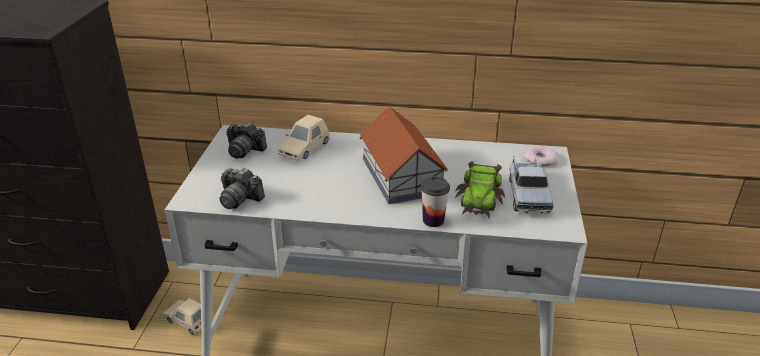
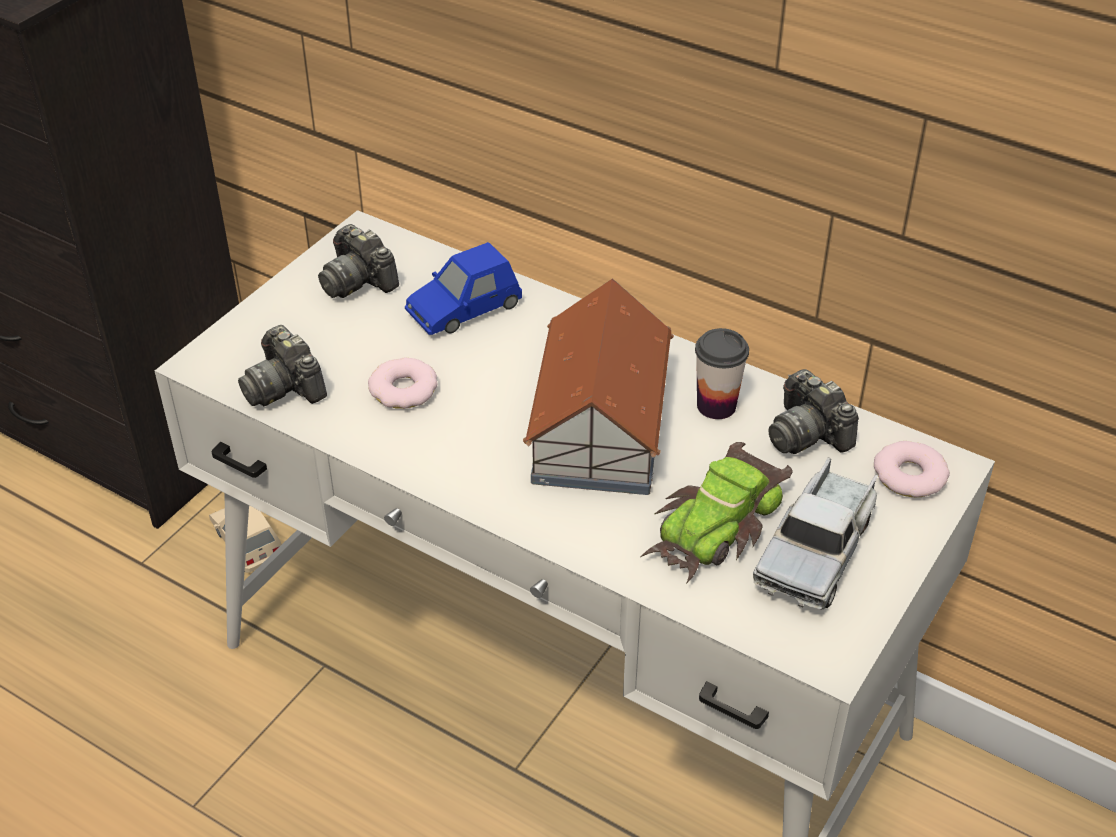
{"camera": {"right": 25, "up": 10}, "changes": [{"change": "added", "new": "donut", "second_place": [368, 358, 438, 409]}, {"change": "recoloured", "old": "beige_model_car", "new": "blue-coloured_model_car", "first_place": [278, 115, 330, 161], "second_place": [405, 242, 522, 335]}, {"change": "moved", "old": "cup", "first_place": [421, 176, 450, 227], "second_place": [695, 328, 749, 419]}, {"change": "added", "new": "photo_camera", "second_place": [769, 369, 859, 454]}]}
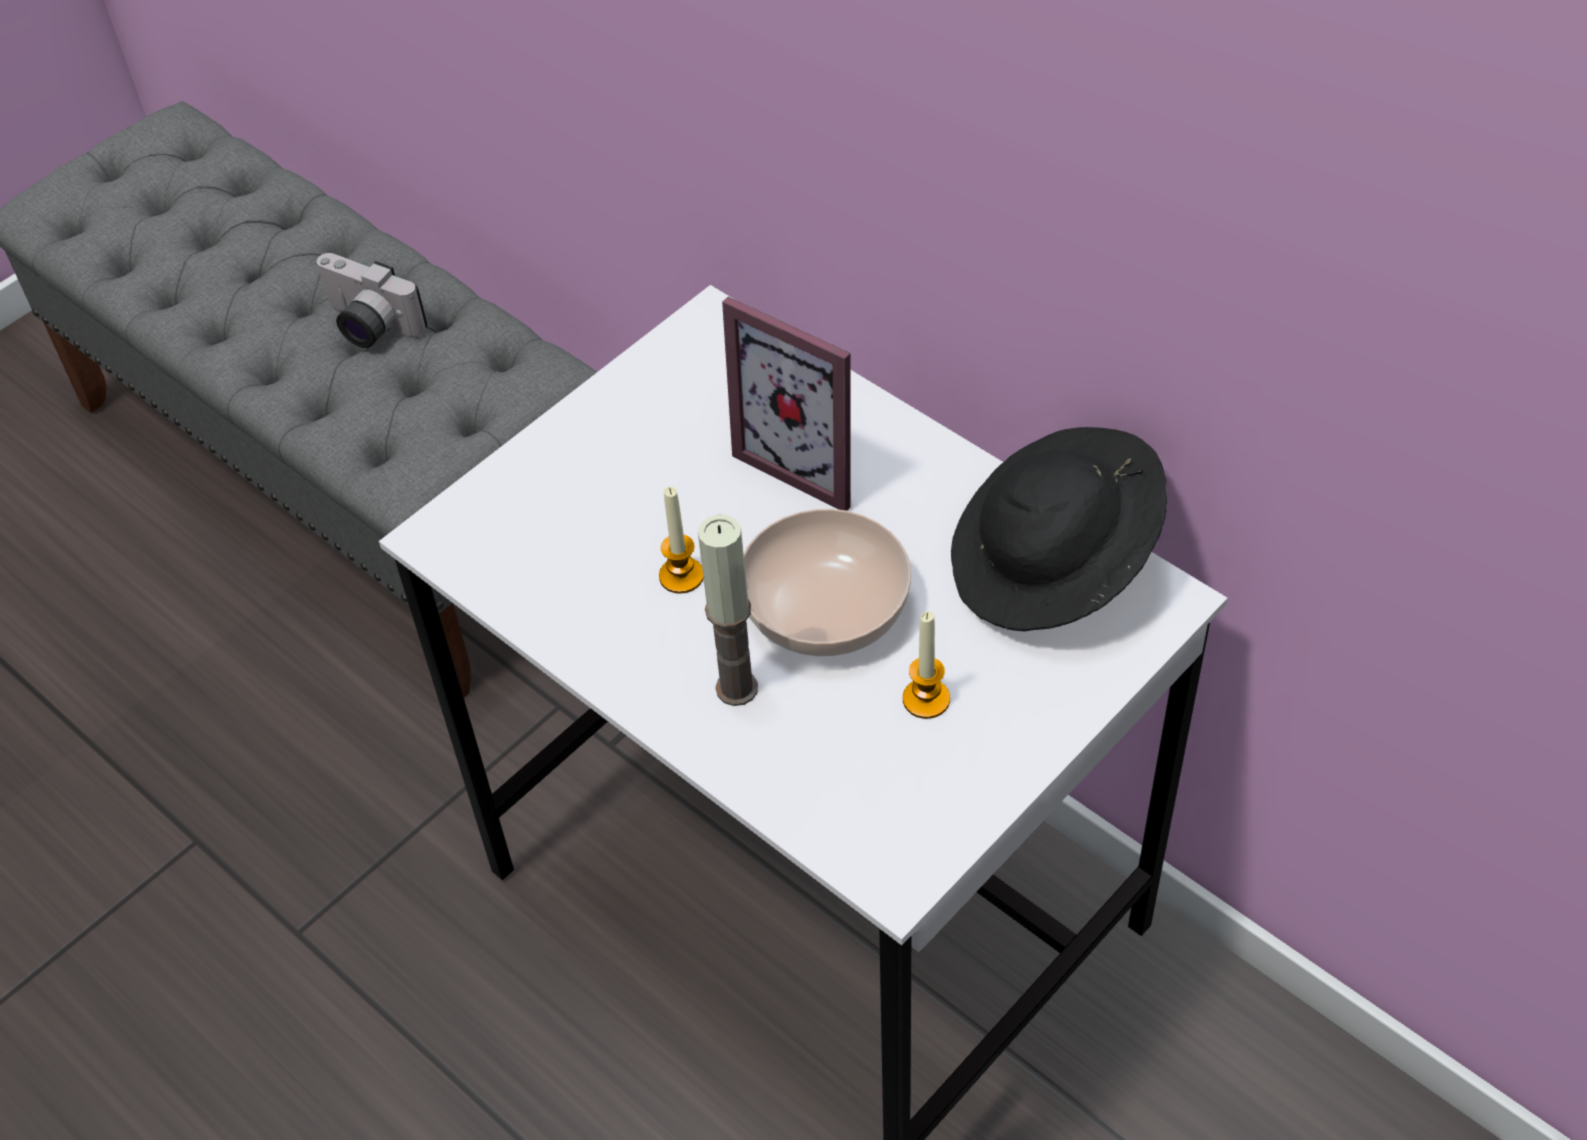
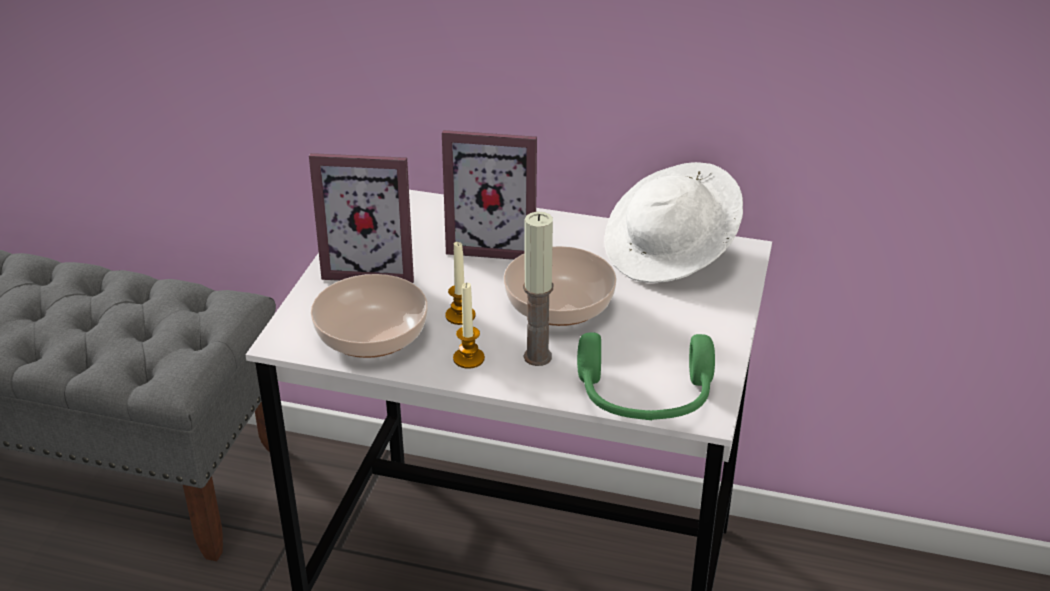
{"camera": {"right": -30, "up": -15}, "changes": [{"change": "added", "new": "photo_frame", "second_place": [309, 153, 414, 283]}, {"change": "added", "new": "bowl", "second_place": [310, 274, 428, 358]}, {"change": "moved", "old": "wax_light", "first_place": [903, 611, 950, 719], "second_place": [453, 283, 485, 369]}, {"change": "added", "new": "green-coloured_pair_of_headphones", "second_place": [577, 332, 715, 420]}, {"change": "recoloured", "old": "black_hat", "new": "white_hat", "first_place": [951, 427, 1167, 631], "second_place": [604, 162, 743, 283]}, {"change": "removed", "old": "photo_camera", "first_place": [315, 253, 428, 348]}]}
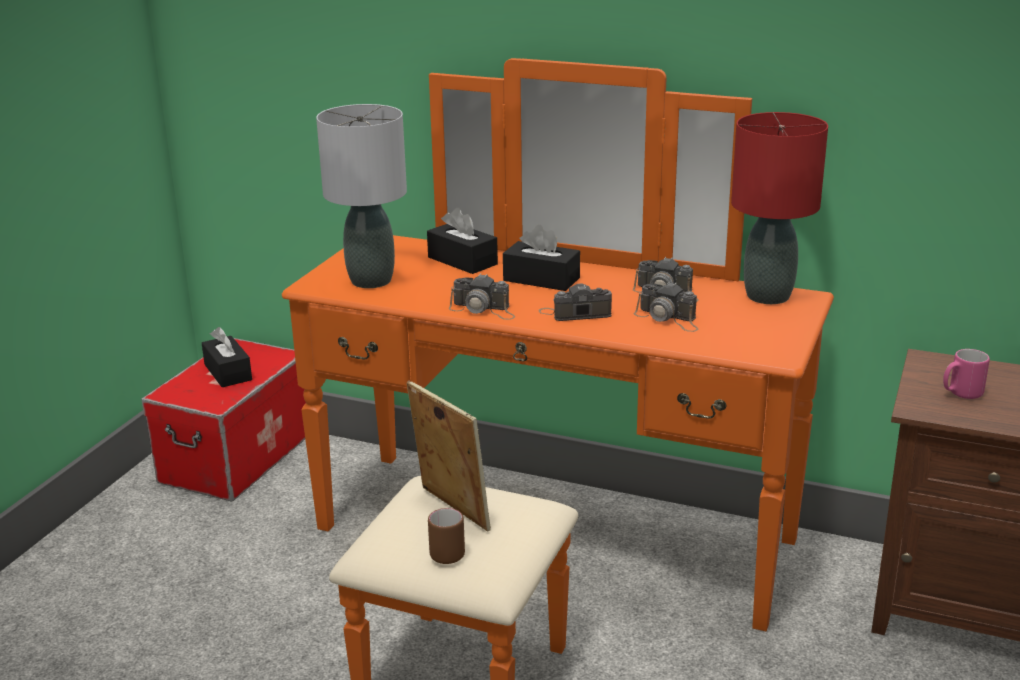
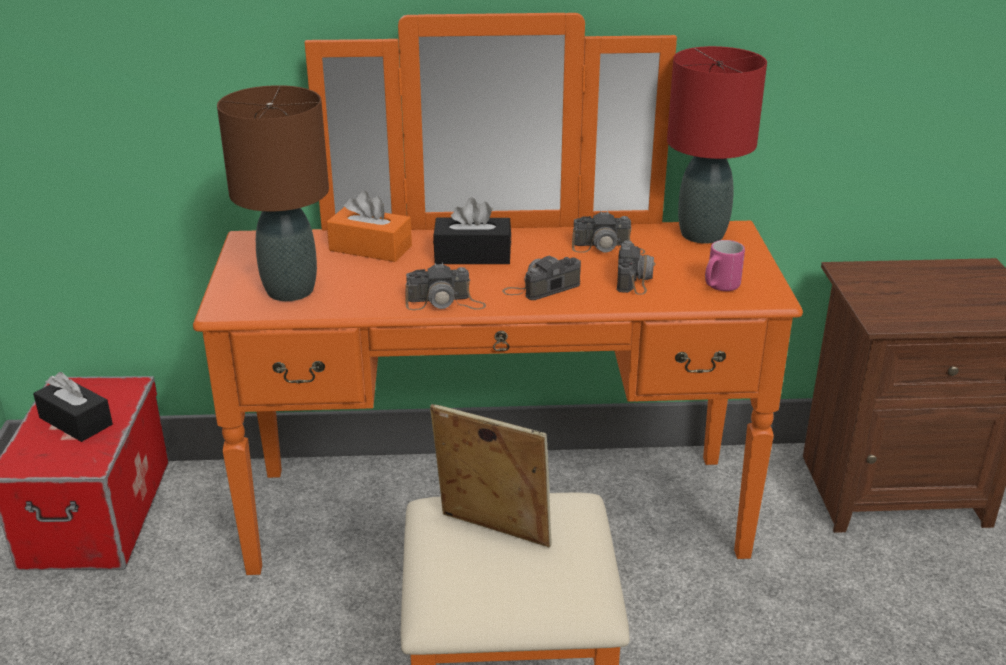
{"camera": {"right": -25, "up": 5}, "changes": [{"change": "recoloured", "old": "greyish_table_lamp", "new": "brown_table_lamp", "first_place": [316, 104, 407, 288], "second_place": [217, 85, 329, 301]}, {"change": "recoloured", "old": "black_tissue_holder", "new": "orange-coloured_tissue_holder", "first_place": [427, 208, 498, 274], "second_place": [327, 191, 412, 262]}, {"change": "turned", "old": "photo_camera", "first_place": [634, 281, 698, 332], "second_place": [617, 240, 656, 295], "degrees": -90}, {"change": "moved", "old": "pinkish_mug", "first_place": [943, 349, 990, 399], "second_place": [705, 240, 745, 291]}, {"change": "removed", "old": "brown_mug", "first_place": [428, 508, 465, 564]}]}
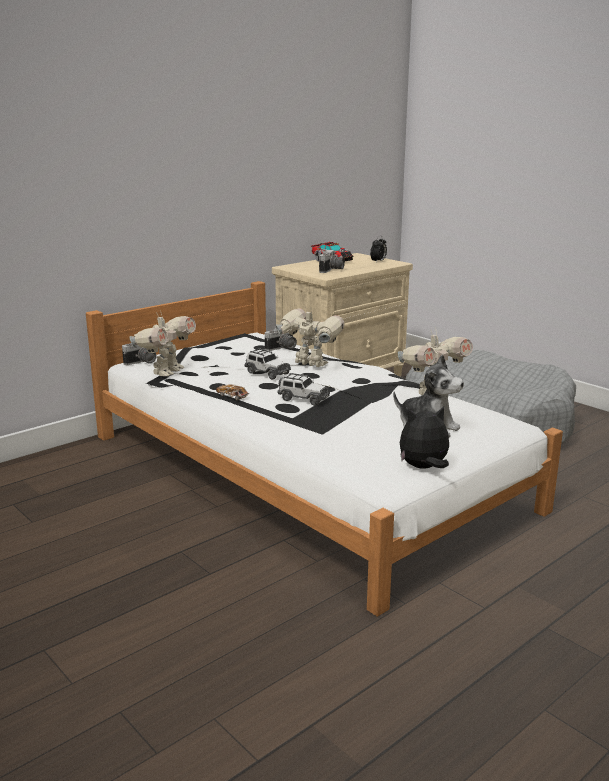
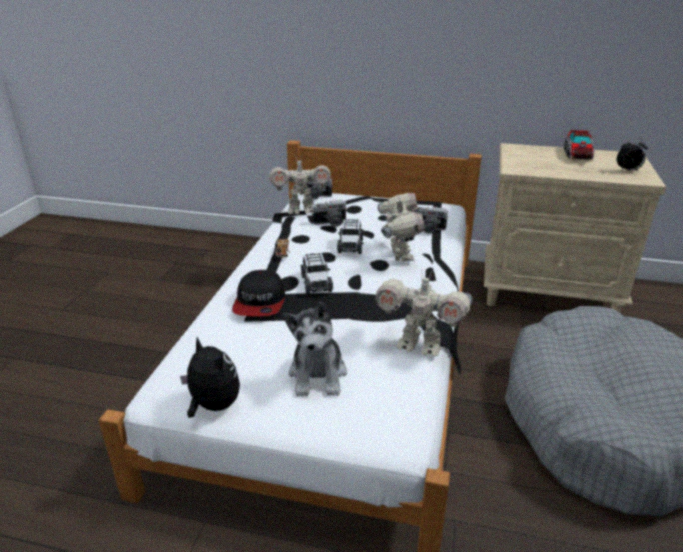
{"camera": {"right": 55, "up": 10}, "changes": [{"change": "added", "new": "peaked_cap", "second_place": [232, 270, 285, 316]}, {"change": "moved", "old": "photo_camera", "first_place": [319, 250, 345, 273], "second_place": [312, 200, 348, 227]}]}
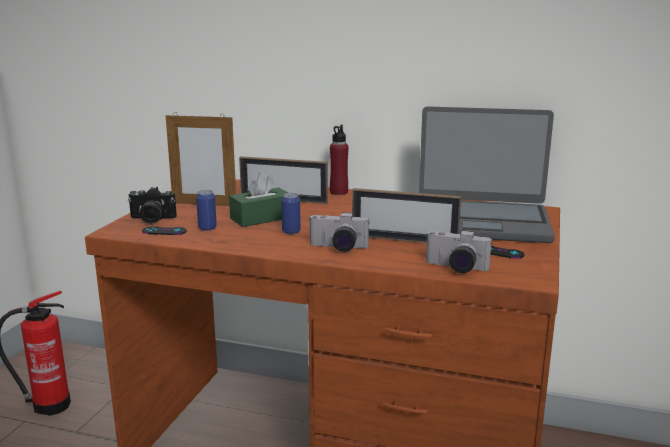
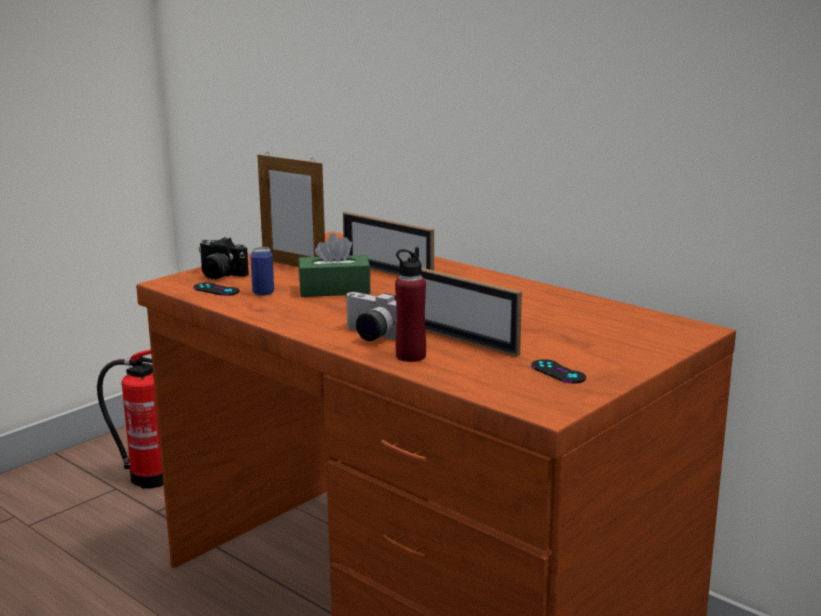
{"camera": {"right": 25, "up": 0}, "changes": [{"change": "moved", "old": "red-coloured_beverage_bottle", "first_place": [330, 125, 348, 195], "second_place": [395, 247, 426, 362]}, {"change": "removed", "old": "sealed_can", "first_place": [281, 193, 301, 234]}, {"change": "removed", "old": "laptop", "first_place": [419, 106, 555, 243]}, {"change": "removed", "old": "photo_camera", "first_place": [426, 230, 492, 273]}]}
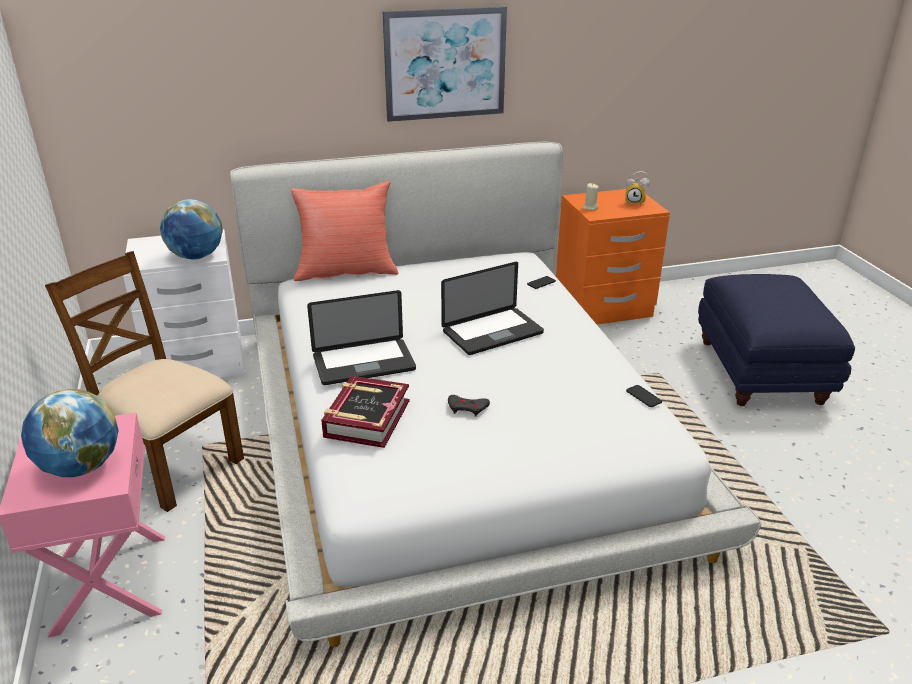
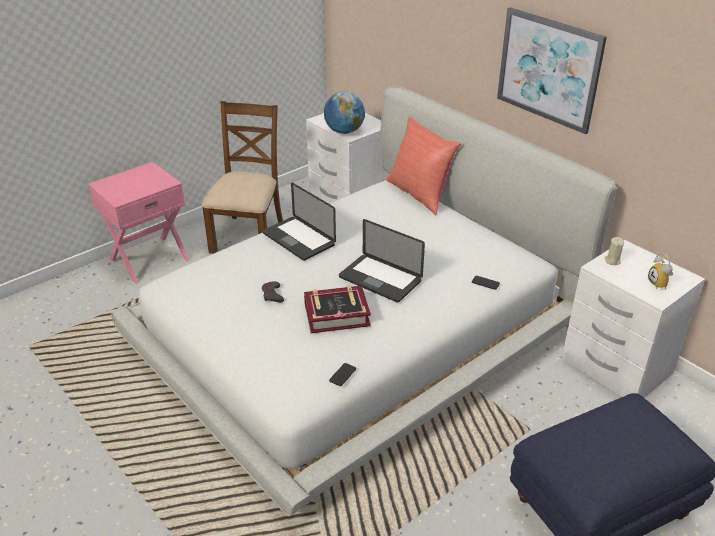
{"camera": {"right": 65, "up": 5}, "changes": [{"change": "moved", "old": "volume", "first_place": [321, 376, 409, 448], "second_place": [304, 285, 371, 333]}, {"change": "recoloured", "old": "orange-coloured_nightstand", "new": "white_nightstand", "first_place": [556, 189, 670, 325], "second_place": [563, 240, 705, 398]}, {"change": "removed", "old": "globe", "first_place": [21, 389, 119, 477]}]}
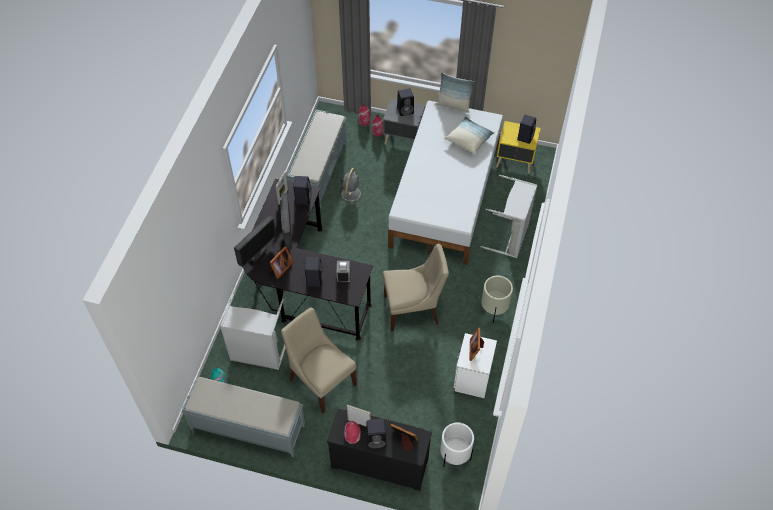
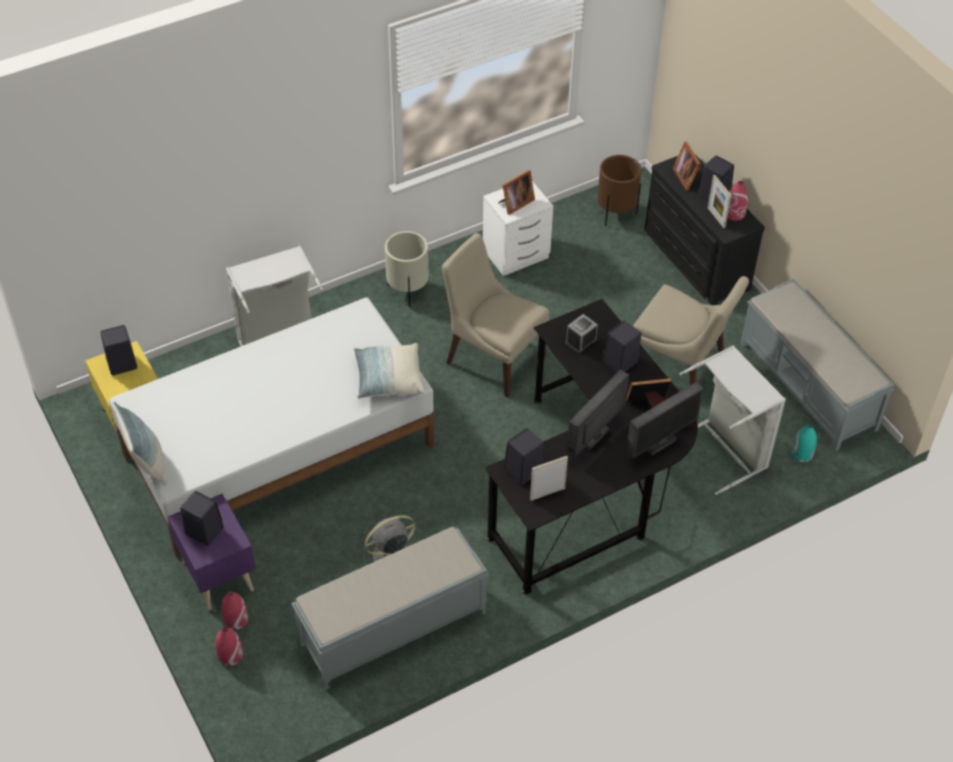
{"camera": {"right": -135, "up": -5}, "changes": [{"change": "recoloured", "old": "greyish_nightstand", "new": "purple-coloured_nightstand", "first_place": [383, 99, 425, 145], "second_place": [168, 494, 256, 611]}, {"change": "moved", "old": "pillow", "first_place": [444, 117, 495, 154], "second_place": [354, 343, 425, 399]}, {"change": "recoloured", "old": "white_flower_pot", "new": "brown_flower_pot", "first_place": [440, 422, 474, 467], "second_place": [597, 155, 641, 226]}, {"change": "turned", "old": "monitor", "first_place": [234, 215, 276, 267], "second_place": [626, 382, 704, 458], "degrees": 150}, {"change": "turned", "old": "beige_upright_chair", "first_place": [281, 308, 357, 413], "second_place": [633, 276, 749, 385], "degrees": -60}]}
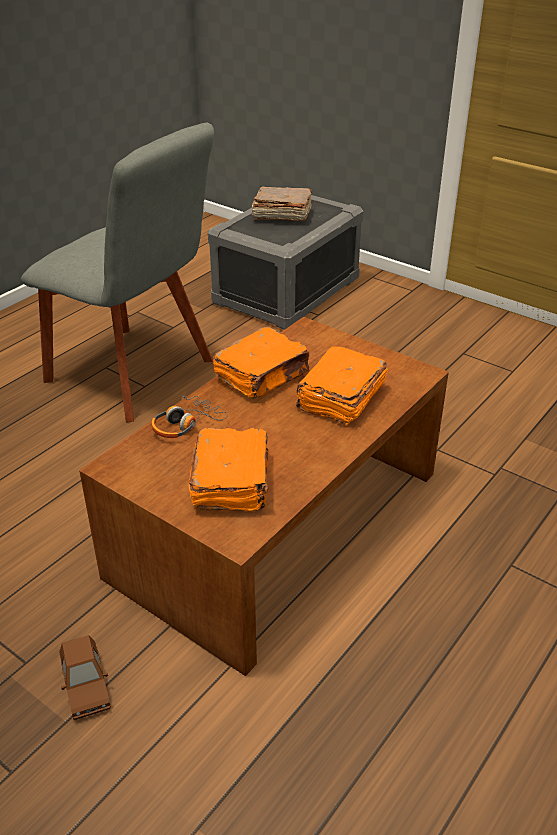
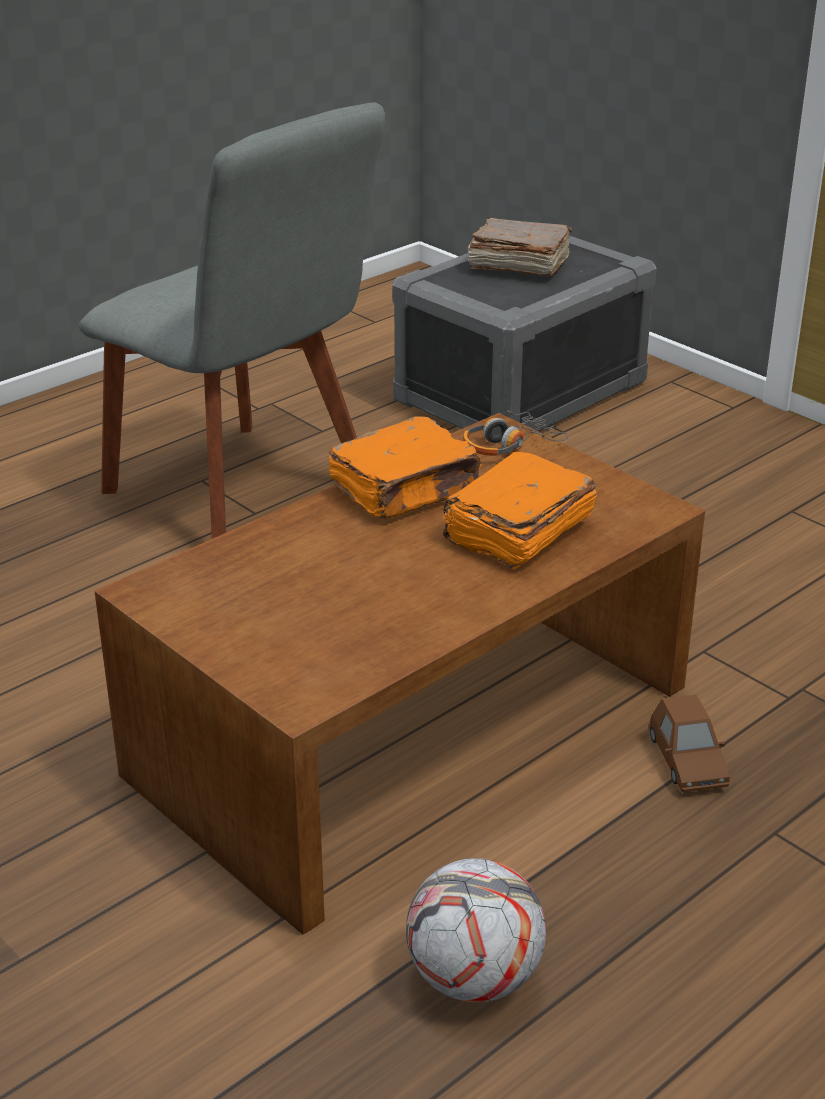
{"camera": {"right": 10, "up": -5}, "changes": [{"change": "added", "new": "football", "second_place": [406, 858, 546, 1003]}, {"change": "moved", "old": "pair_of_headphones", "first_place": [151, 396, 228, 438], "second_place": [463, 410, 568, 456]}, {"change": "moved", "old": "brown_model_car", "first_place": [59, 635, 111, 720], "second_place": [649, 694, 730, 792]}, {"change": "removed", "old": "orange-coloured_volume", "first_place": [189, 428, 268, 512]}]}
